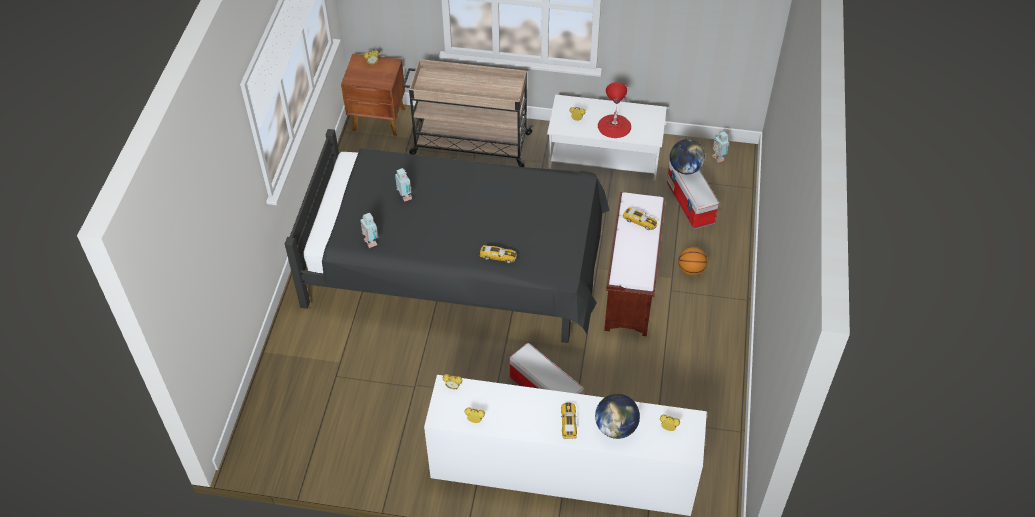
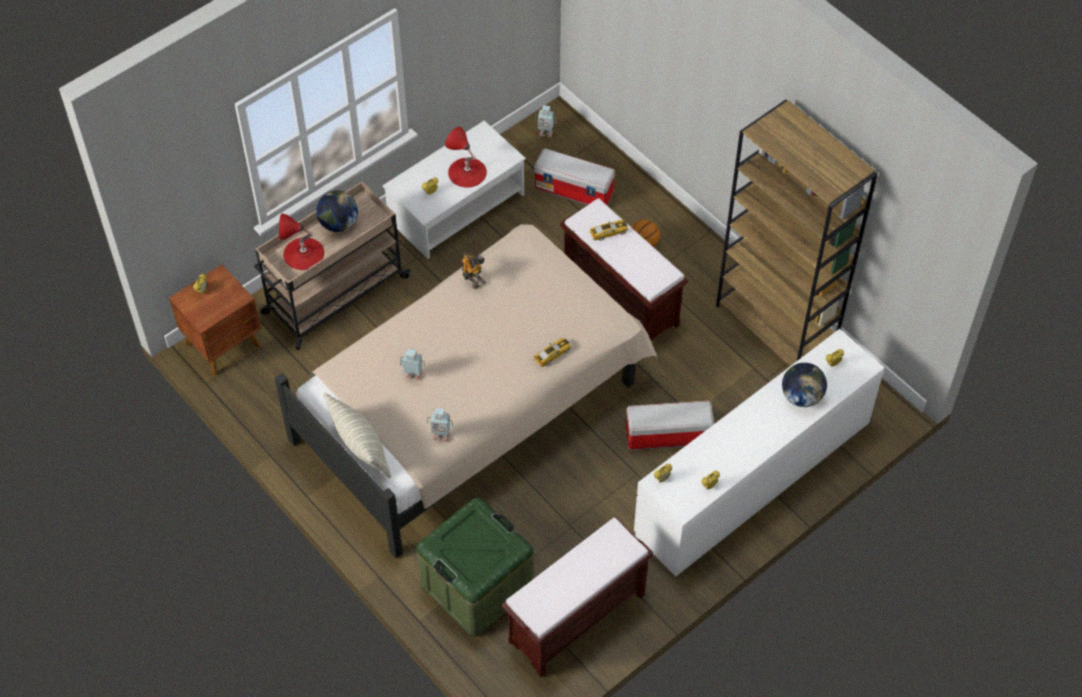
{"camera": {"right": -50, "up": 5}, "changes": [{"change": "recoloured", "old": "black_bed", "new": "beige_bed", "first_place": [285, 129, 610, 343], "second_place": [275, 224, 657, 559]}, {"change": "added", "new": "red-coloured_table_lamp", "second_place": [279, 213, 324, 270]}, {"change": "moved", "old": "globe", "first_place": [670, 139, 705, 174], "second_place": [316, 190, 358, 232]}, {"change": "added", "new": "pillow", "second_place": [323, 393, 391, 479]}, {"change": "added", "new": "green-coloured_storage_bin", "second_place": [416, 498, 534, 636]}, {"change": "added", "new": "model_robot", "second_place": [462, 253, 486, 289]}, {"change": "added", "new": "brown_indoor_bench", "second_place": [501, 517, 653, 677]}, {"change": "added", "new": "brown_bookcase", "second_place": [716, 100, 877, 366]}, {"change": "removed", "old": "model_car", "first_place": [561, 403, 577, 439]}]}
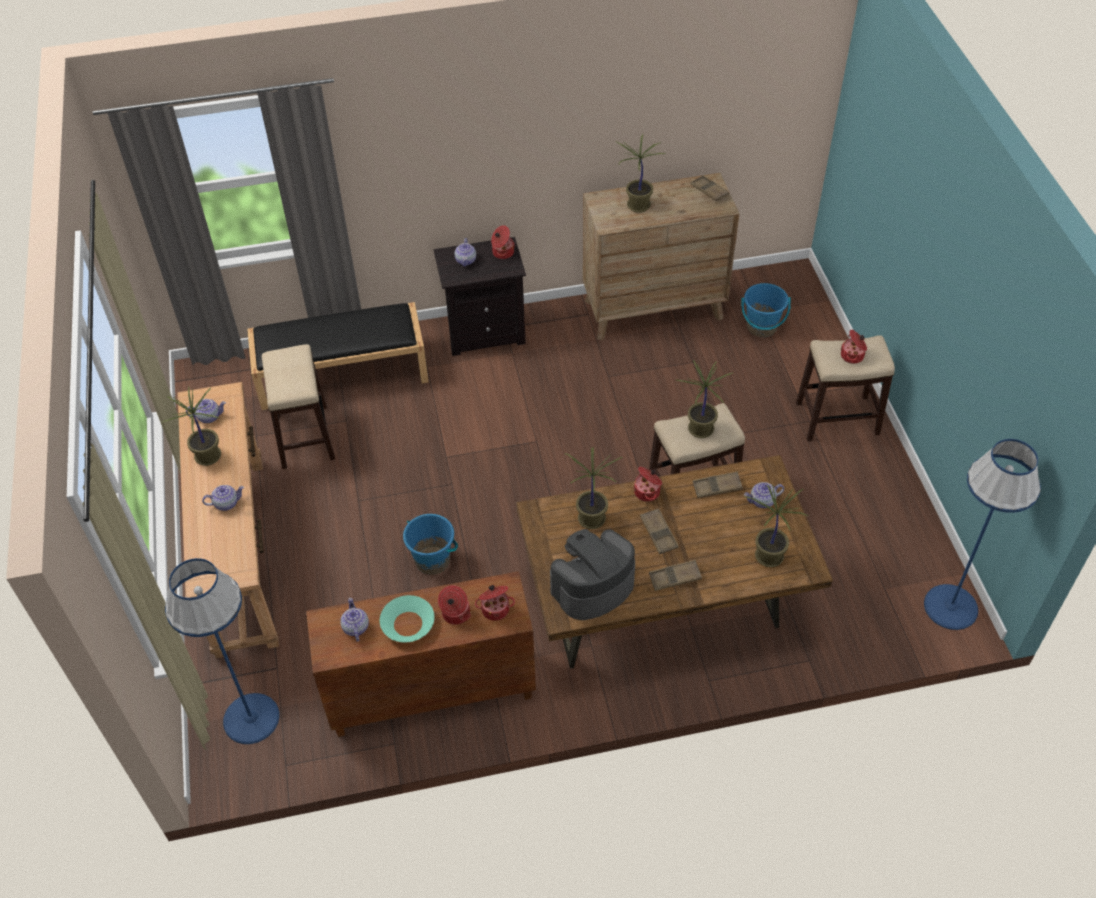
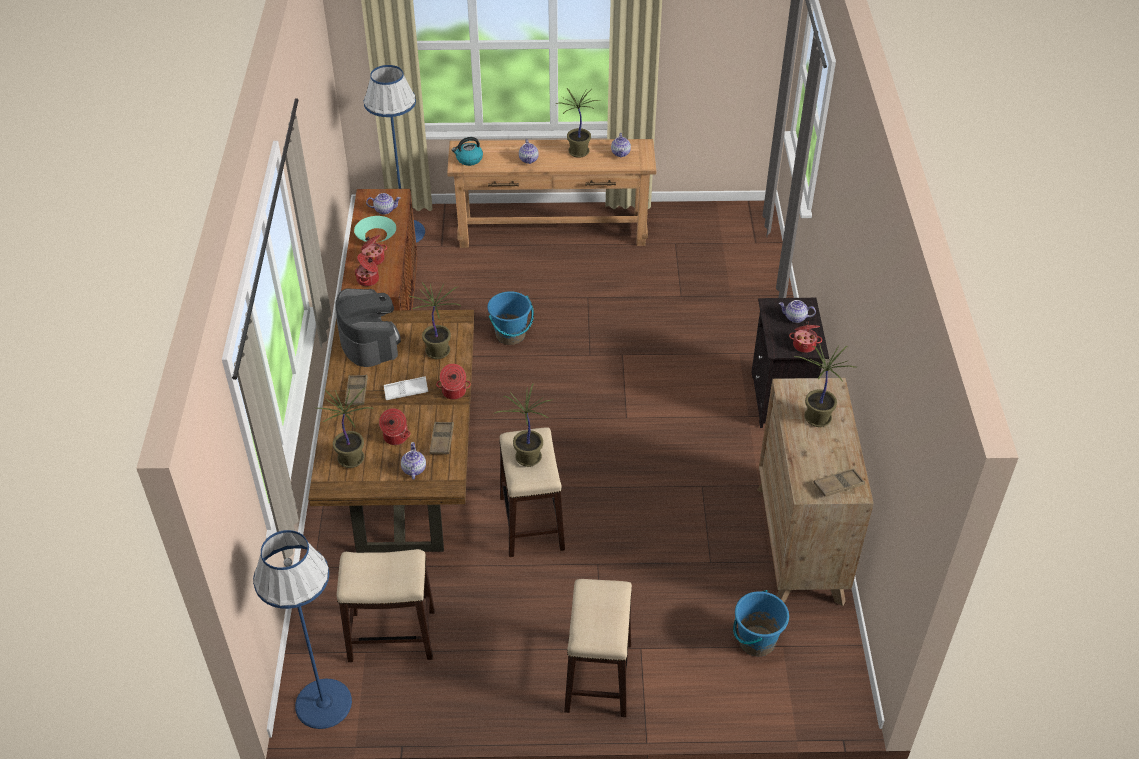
{"camera": {"right": 100, "up": -5}, "changes": [{"change": "moved", "old": "stool_seat", "first_place": [262, 344, 335, 469], "second_place": [337, 549, 435, 662]}, {"change": "moved", "old": "saucepot", "first_place": [841, 330, 867, 364], "second_place": [379, 408, 411, 445]}, {"change": "recoloured", "old": "brown_serving_tray", "new": "white_serving_tray", "first_place": [640, 508, 679, 554], "second_place": [384, 376, 428, 400]}, {"change": "added", "new": "kettle", "second_place": [452, 137, 483, 166]}, {"change": "removed", "old": "black_indoor_bench", "first_place": [247, 302, 429, 410]}]}
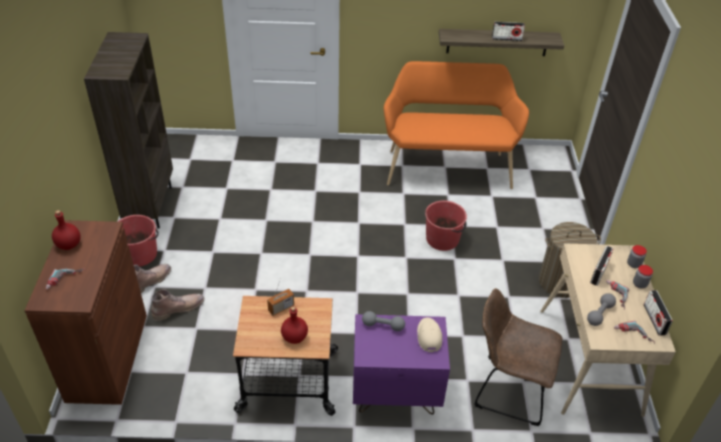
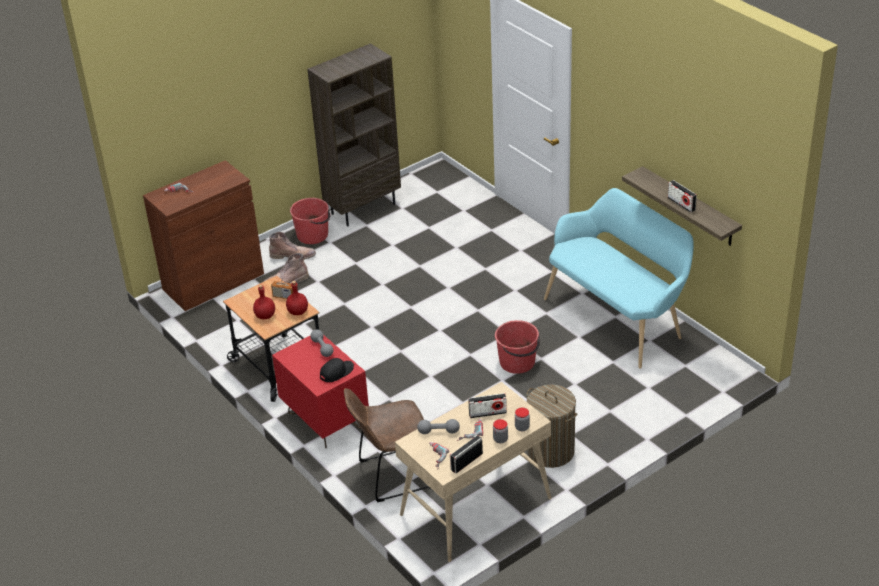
{"camera": {"right": 55, "up": -5}, "changes": [{"change": "turned", "old": "brown_boot", "first_place": [151, 289, 205, 321], "second_place": [263, 253, 309, 284], "degrees": 135}, {"change": "recoloured", "old": "purple-coloured_nightstand", "new": "red-coloured_nightstand", "first_place": [353, 314, 450, 414], "second_place": [272, 335, 369, 448]}, {"change": "moved", "old": "red-coloured_beverage_bottle", "first_place": [52, 210, 81, 250], "second_place": [286, 281, 308, 315]}, {"change": "recoloured", "old": "beige_peaked_cap", "new": "black_peaked_cap", "first_place": [417, 318, 442, 352], "second_place": [320, 358, 354, 382]}, {"change": "turned", "old": "brown_upright_chair", "first_place": [474, 288, 562, 426], "second_place": [344, 388, 430, 502], "degrees": -90}, {"change": "recoloured", "old": "orange-coloured_indoor_bench", "new": "turquoise-coloured_indoor_bench", "first_place": [384, 61, 529, 189], "second_place": [544, 188, 694, 368]}]}
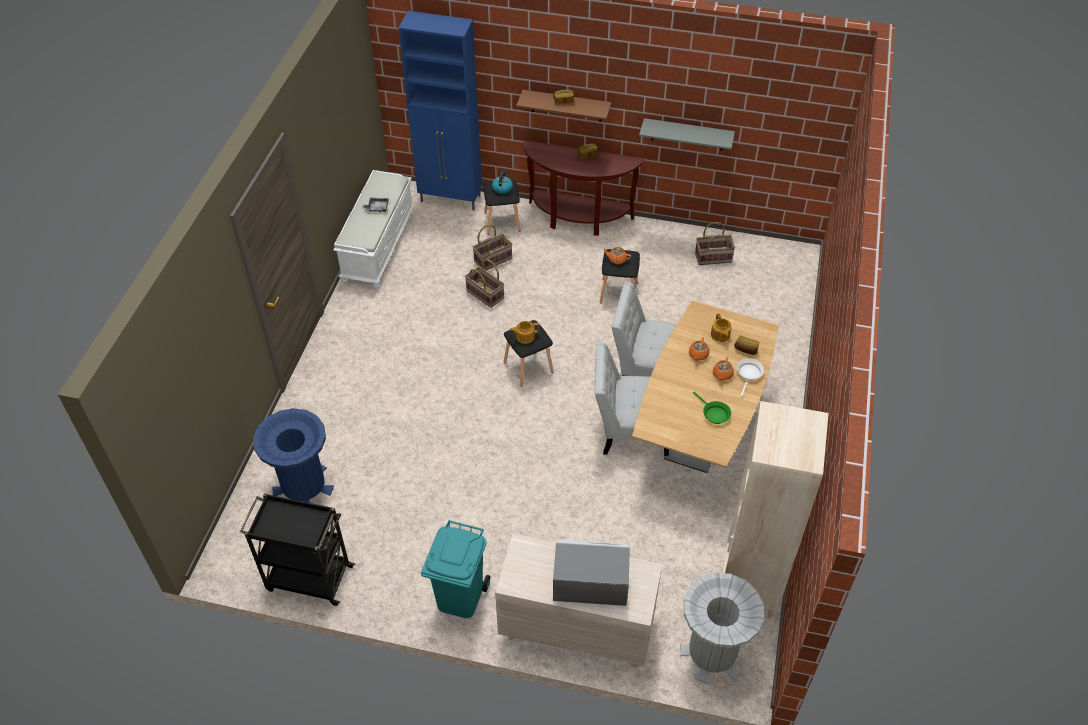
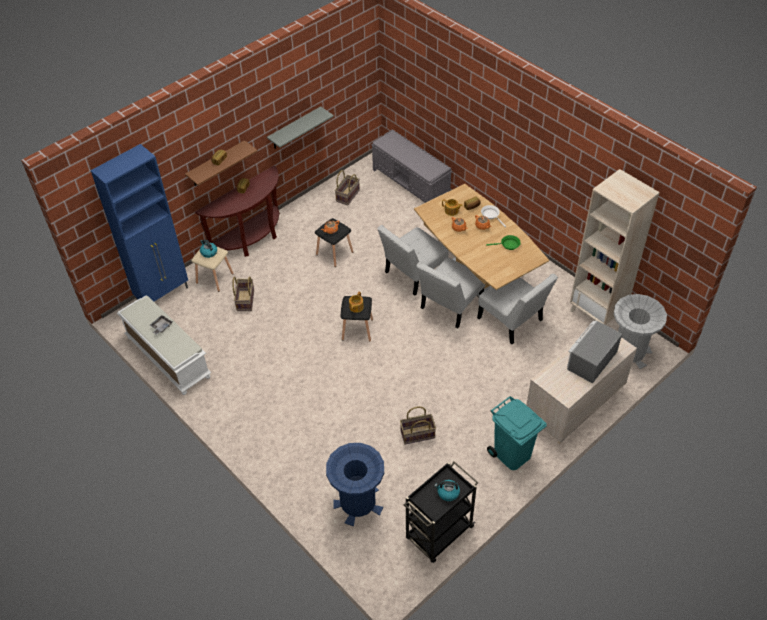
{"camera": {"right": -55, "up": 0}, "changes": [{"change": "recoloured", "old": "black_stool_seat", "new": "beige_stool_seat", "first_place": [483, 180, 521, 235], "second_place": [191, 247, 234, 292]}, {"change": "added", "new": "greyish_indoor_bench", "second_place": [371, 129, 452, 203]}, {"change": "moved", "old": "household_basket", "first_place": [465, 259, 504, 308], "second_place": [400, 406, 436, 444]}, {"change": "added", "new": "kettle", "second_place": [434, 480, 460, 501]}, {"change": "added", "new": "white_upright_chair", "second_place": [477, 274, 558, 344]}]}
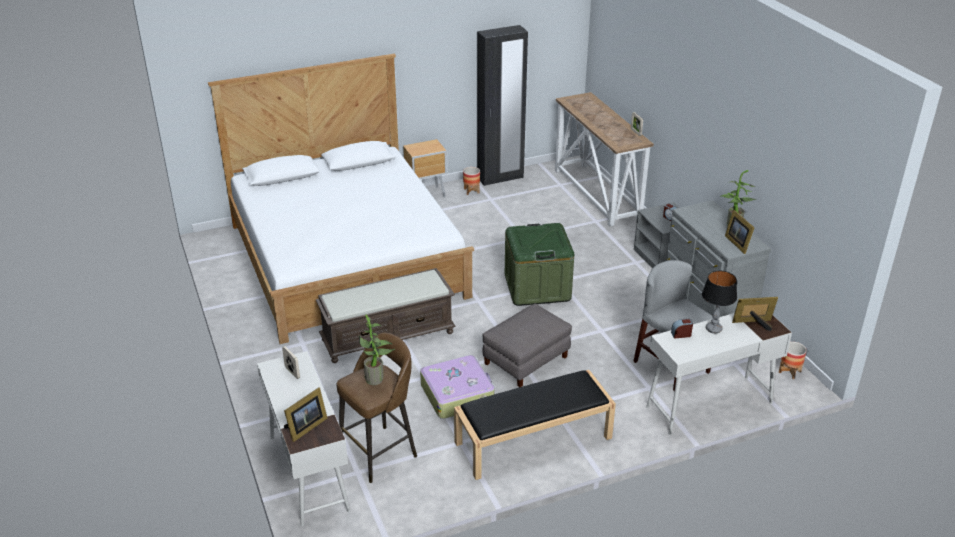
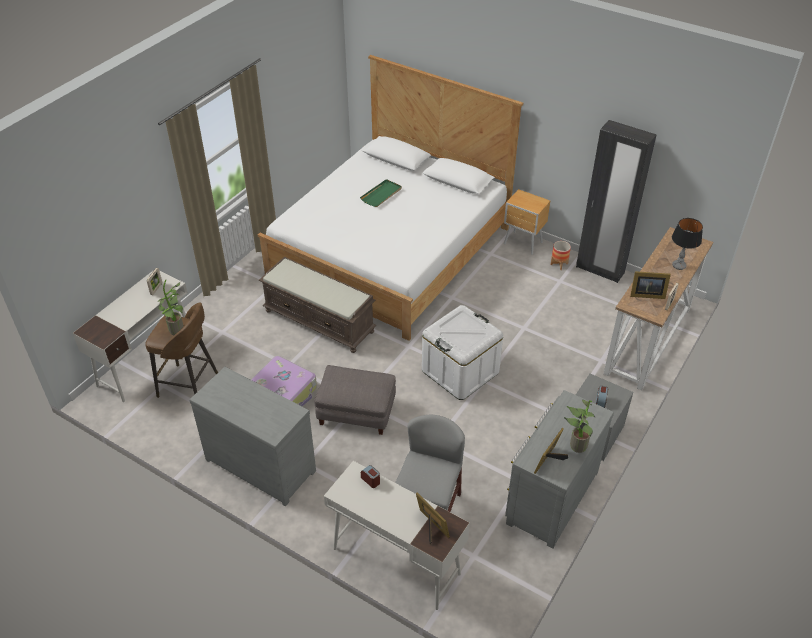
{"camera": {"right": 55, "up": 10}, "changes": [{"change": "replaced", "old": "black_indoor_bench", "new": "greyish_chest_of_drawers", "first_place": [454, 370, 616, 480], "second_place": [189, 367, 316, 506]}, {"change": "added", "new": "green-coloured_serving_tray", "second_place": [360, 179, 402, 207]}, {"change": "recoloured", "old": "green-coloured_storage_bin", "new": "white_storage_bin", "first_place": [505, 223, 574, 306], "second_place": [422, 305, 503, 400]}, {"change": "moved", "old": "photo_frame", "first_place": [284, 388, 328, 442], "second_place": [630, 271, 671, 299]}, {"change": "moved", "old": "table_lamp", "first_place": [702, 271, 737, 333], "second_place": [672, 218, 703, 270]}, {"change": "removed", "old": "flower_pot", "first_place": [779, 342, 807, 379]}]}
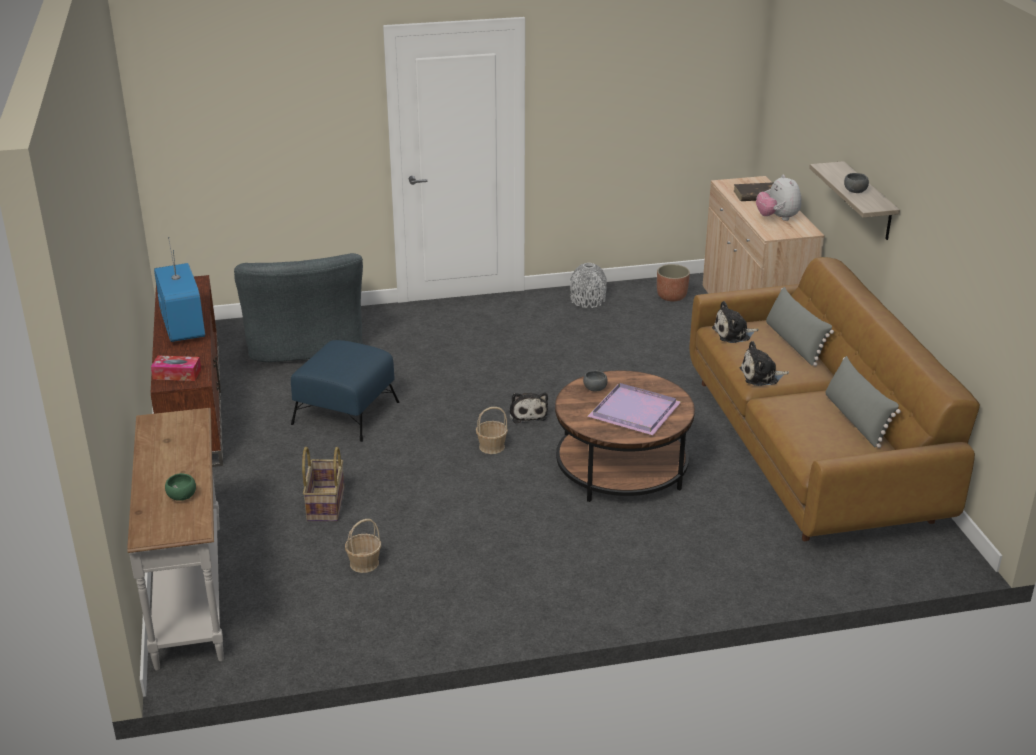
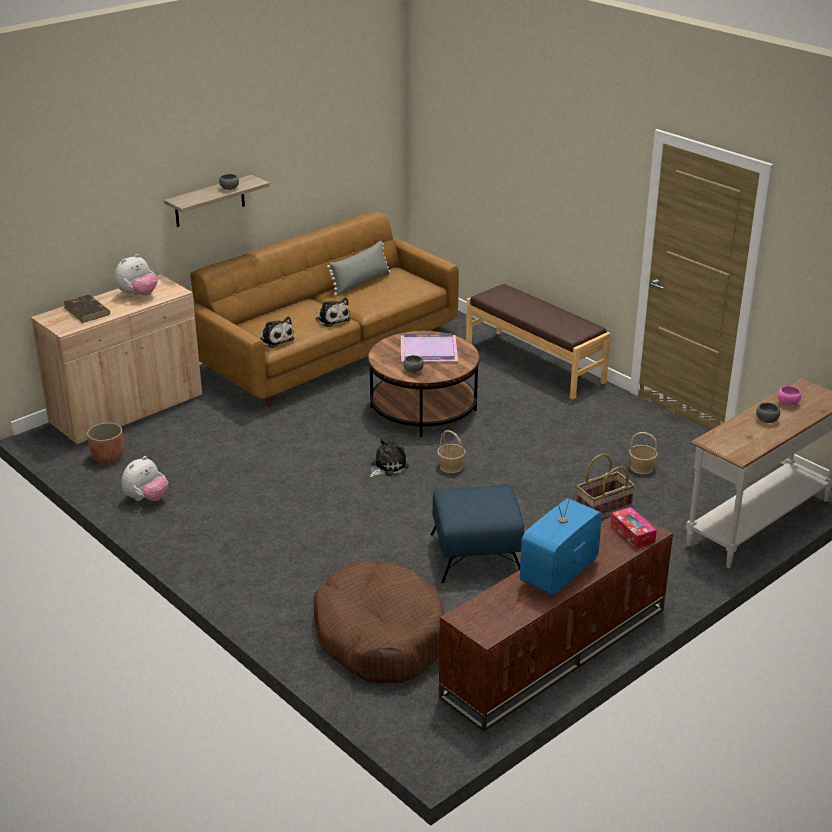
{"camera": {"right": -120, "up": 0}, "changes": [{"change": "replaced", "old": "greyish_vase", "new": "cuddly_toy", "first_place": [570, 263, 607, 308], "second_place": [121, 456, 169, 501]}, {"change": "replaced", "old": "greyish_armchair", "new": "brown_dog_cushion", "first_place": [234, 253, 363, 362], "second_place": [314, 561, 444, 683]}, {"change": "added", "new": "brown_indoor_bench", "second_place": [466, 284, 611, 400]}, {"change": "added", "new": "greyish_bowl", "second_place": [756, 403, 780, 423]}, {"change": "recoloured", "old": "green-coloured_bowl", "new": "pinkish_bowl", "first_place": [165, 473, 196, 501], "second_place": [778, 386, 801, 406]}, {"change": "removed", "old": "greyish_pillow", "first_place": [766, 287, 834, 366]}]}
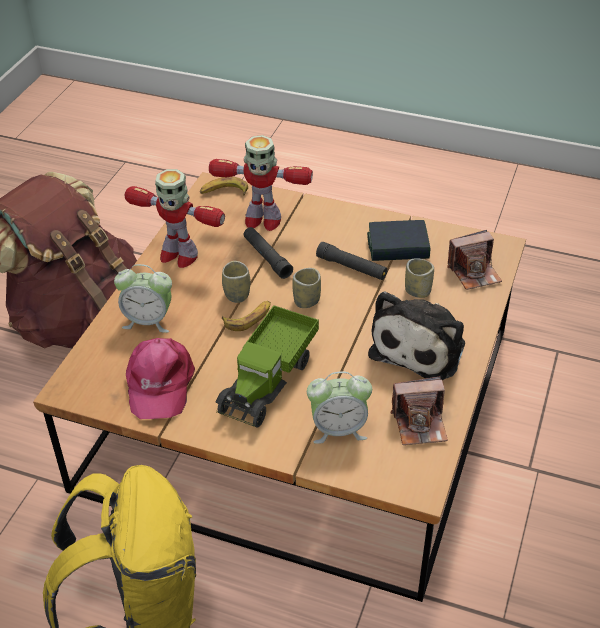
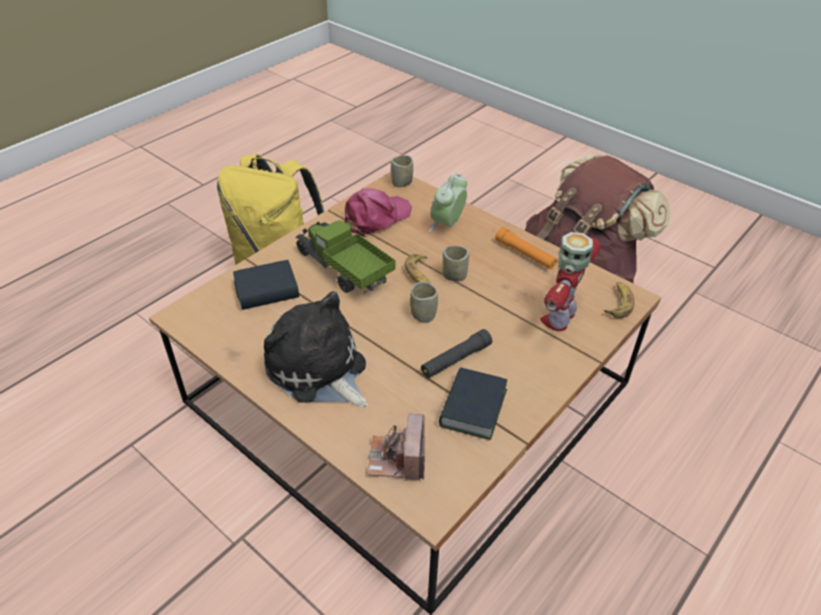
{"camera": {"right": 110, "up": 0}, "changes": [{"change": "replaced", "old": "table_clock", "new": "volume", "first_place": [307, 371, 372, 444], "second_place": [233, 260, 299, 310]}, {"change": "turned", "old": "pinkish_peaked_cap", "first_place": [126, 338, 195, 419], "second_place": [345, 188, 412, 237], "degrees": 120}, {"change": "moved", "old": "cup", "first_place": [405, 258, 434, 298], "second_place": [391, 155, 413, 187]}, {"change": "replaced", "old": "model_robot", "new": "orange-coloured_flashlight", "first_place": [125, 169, 225, 268], "second_place": [495, 227, 557, 270]}, {"change": "removed", "old": "black_flashlight", "first_place": [244, 227, 293, 279]}, {"change": "removed", "old": "photo_camera", "first_place": [390, 377, 448, 445]}]}
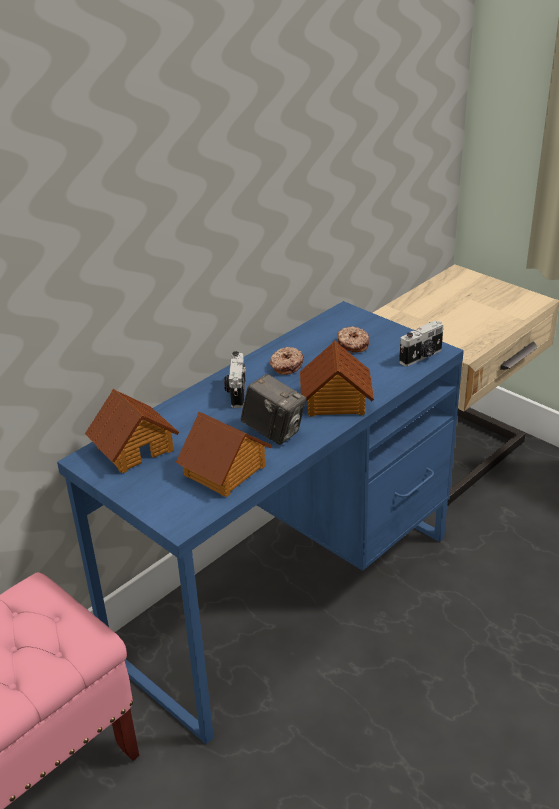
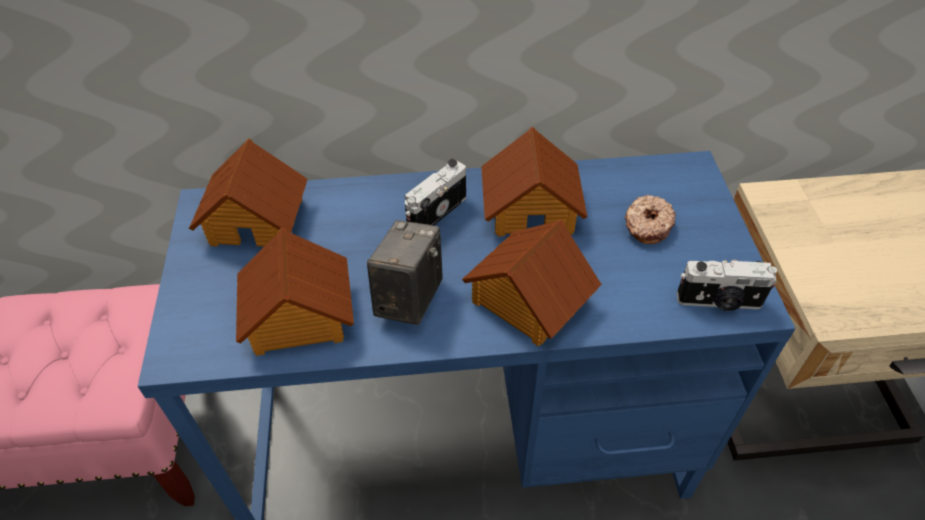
{"camera": {"right": 40, "up": 15}, "changes": [{"change": "turned", "old": "photo_camera", "first_place": [241, 374, 307, 445], "second_place": [367, 220, 442, 325], "degrees": -150}, {"change": "replaced", "old": "donut", "new": "miniature_house", "first_place": [270, 347, 304, 375], "second_place": [481, 127, 587, 236]}]}
